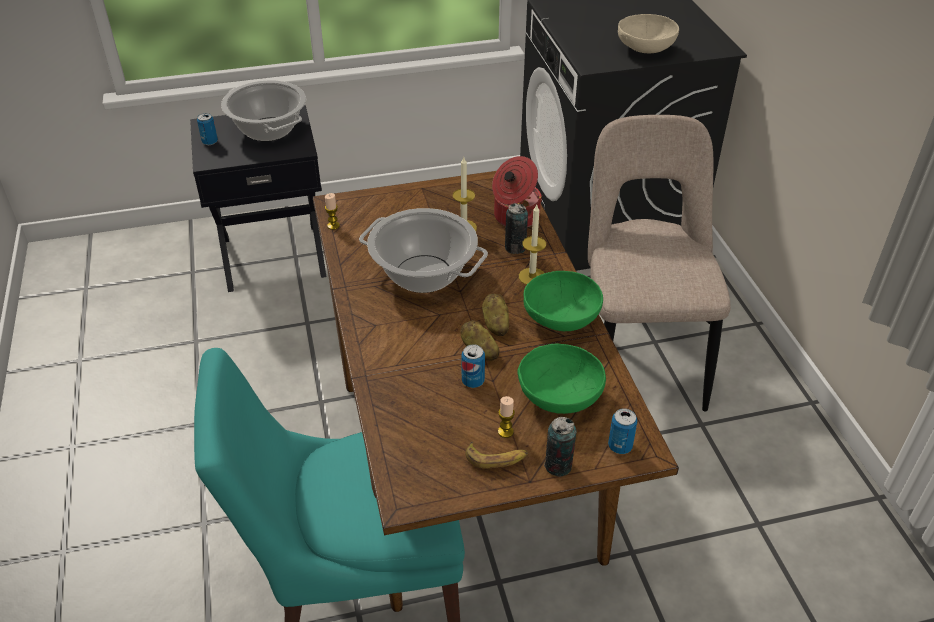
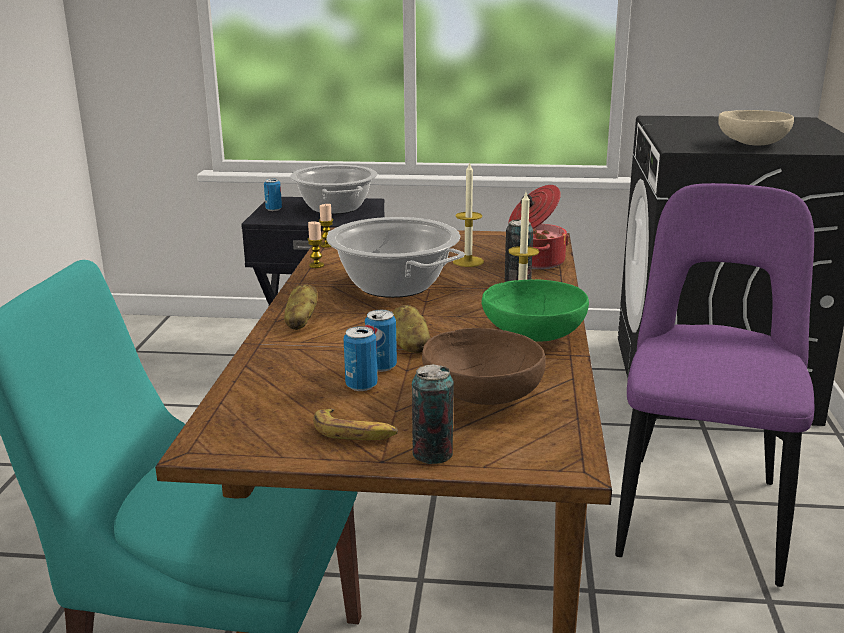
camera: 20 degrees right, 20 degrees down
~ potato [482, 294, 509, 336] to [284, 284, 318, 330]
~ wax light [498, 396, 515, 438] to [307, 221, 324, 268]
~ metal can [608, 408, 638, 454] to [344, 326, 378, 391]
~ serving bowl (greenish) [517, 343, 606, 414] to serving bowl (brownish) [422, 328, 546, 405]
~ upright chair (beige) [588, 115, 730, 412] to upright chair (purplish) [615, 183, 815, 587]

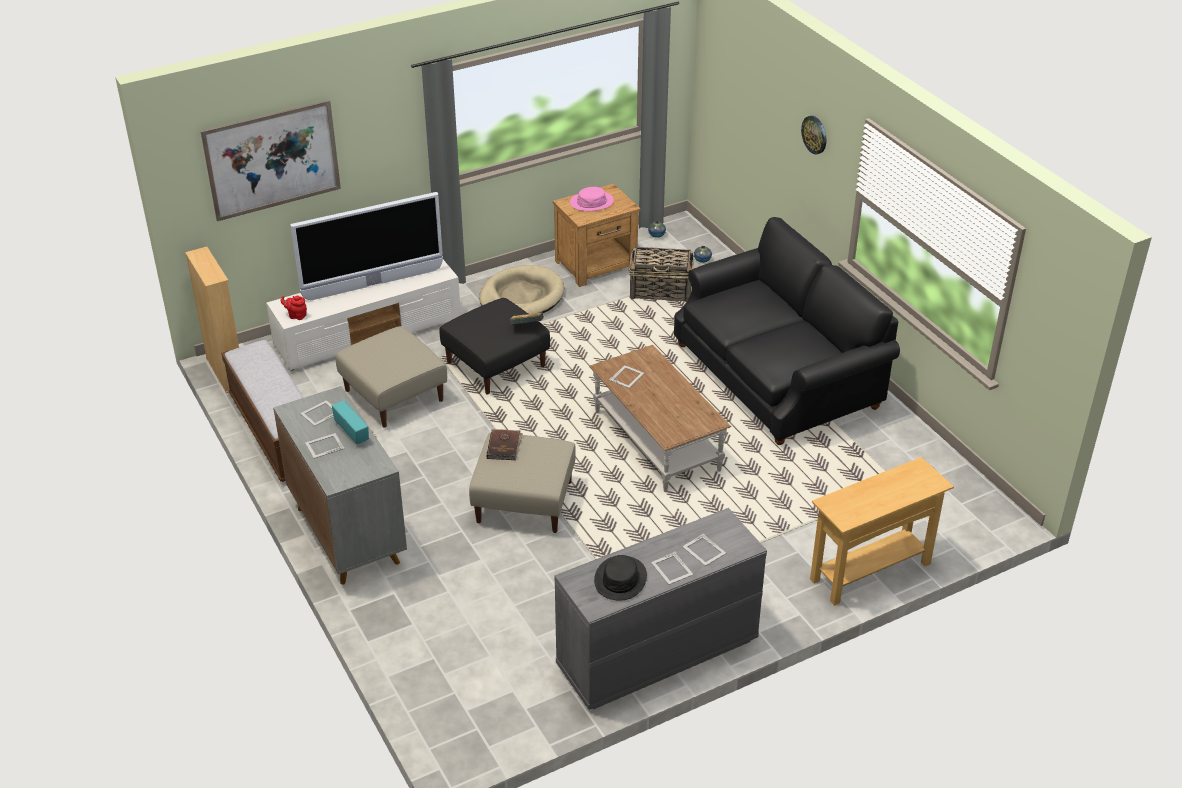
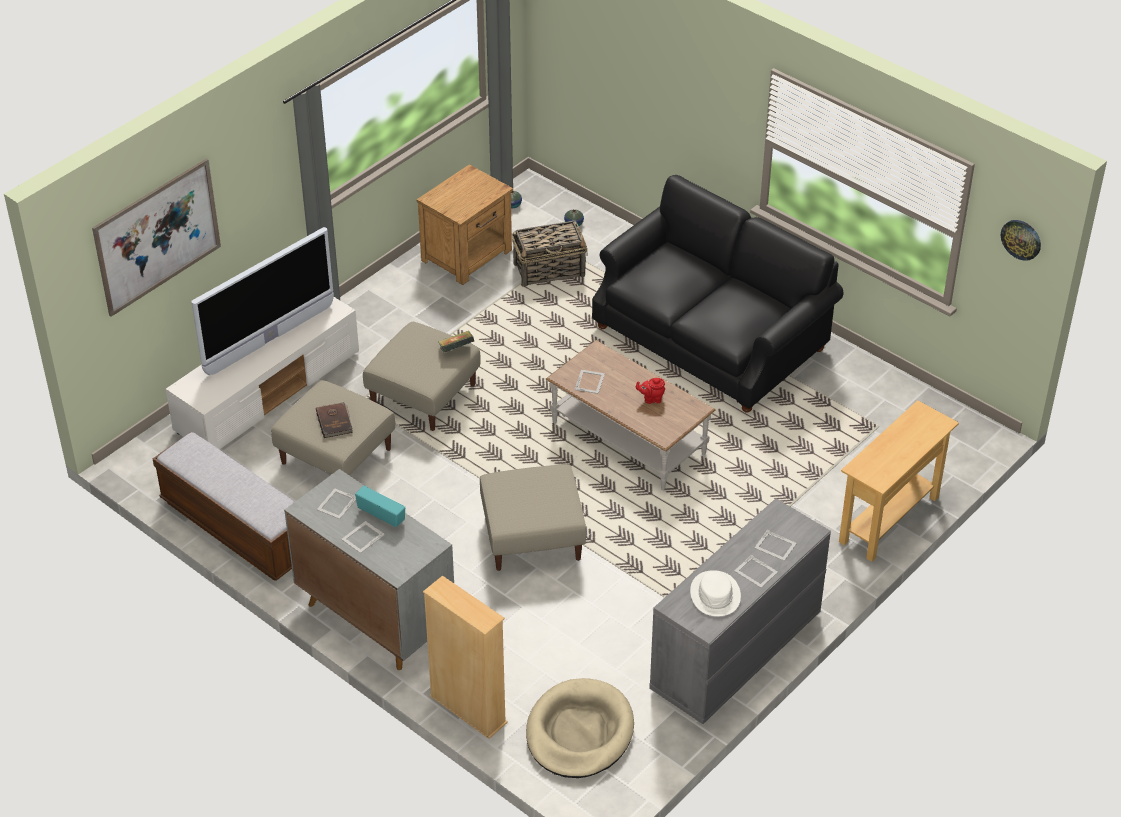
camera: 20 degrees left, 5 degrees up
~ volume (brownish) [486, 429, 523, 460] to [316, 402, 353, 438]
~ ottoman (black) [439, 298, 550, 395] to ottoman (beige) [363, 322, 481, 431]
~ bookshelf (beige) [185, 247, 239, 394] to [423, 576, 508, 739]
~ dog cushion (beige) [479, 265, 564, 314] to [526, 678, 634, 778]
~ pot for tea (reddish) [281, 296, 307, 320] to [636, 378, 665, 404]
~ wearable hat (black) [594, 555, 647, 601] to wearable hat (white-coloured) [690, 570, 741, 617]
~ wall clock [801, 116, 826, 155] to [1001, 220, 1041, 261]
- wearable hat (pink) [570, 187, 614, 211]

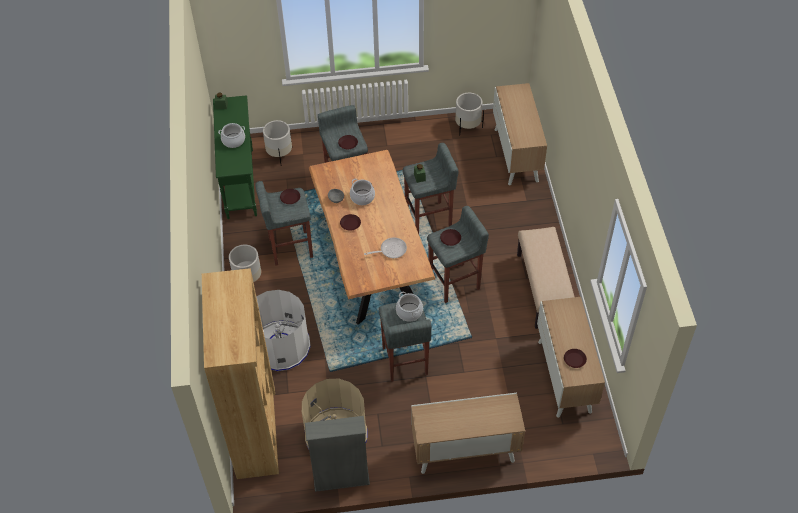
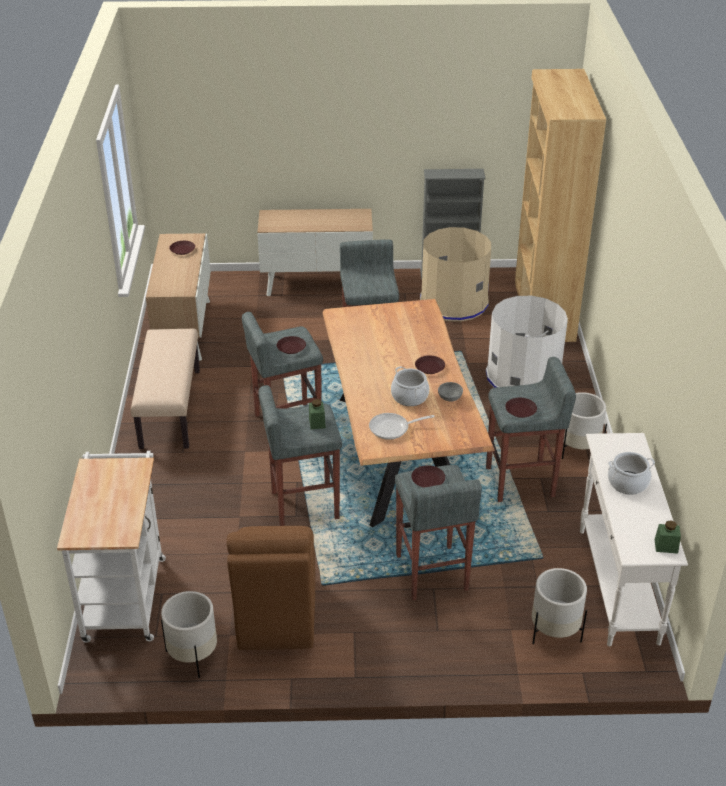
camera: 175 degrees left, 15 degrees down
~ cupboard [493, 83, 547, 185] to wheeled cart (white-coloured) [57, 451, 166, 643]
+ upright chair (brownish) [227, 526, 315, 650]
~ pan [364, 238, 407, 258] to [369, 413, 435, 440]
~ narrow table (greenish) [213, 95, 257, 219] to narrow table (white-coloured) [580, 433, 688, 646]
- stockpot [396, 291, 423, 322]

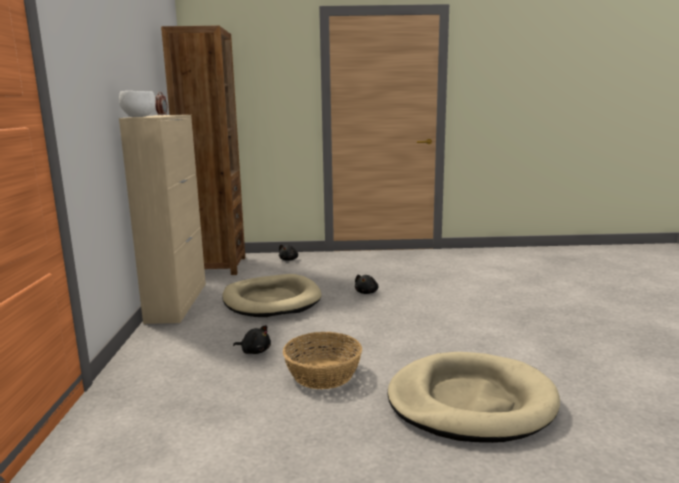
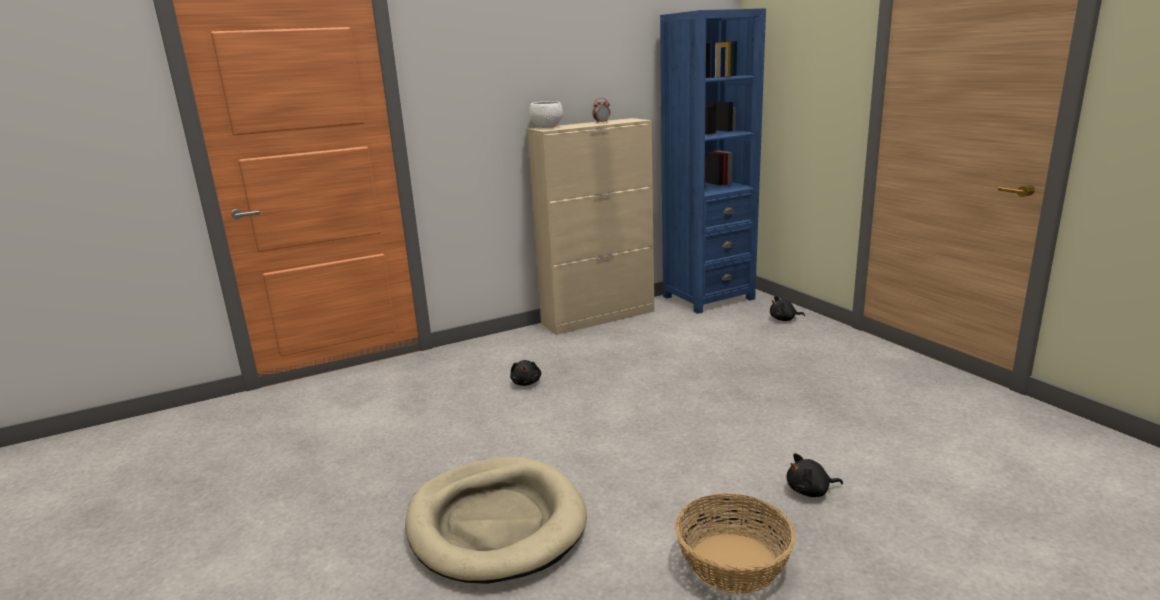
camera: 65 degrees right, 5 degrees up
~ bookshelf (brownish) [161, 26, 245, 275] to bookshelf (blue-coloured) [660, 8, 766, 314]
~ basket [283, 332, 362, 389] to [675, 493, 795, 594]
~ plush toy (black) [355, 275, 379, 294] to [787, 453, 843, 497]
- dog cushion (beige) [222, 274, 322, 317]

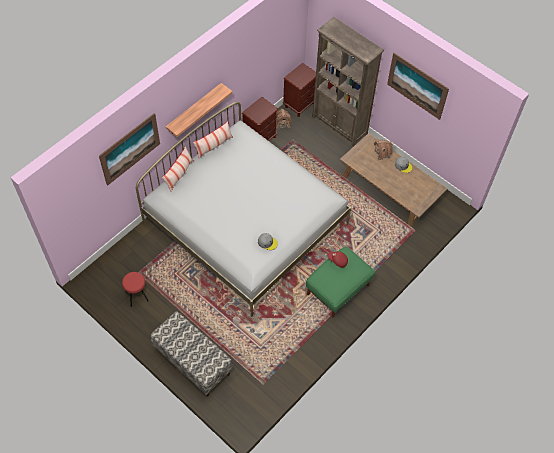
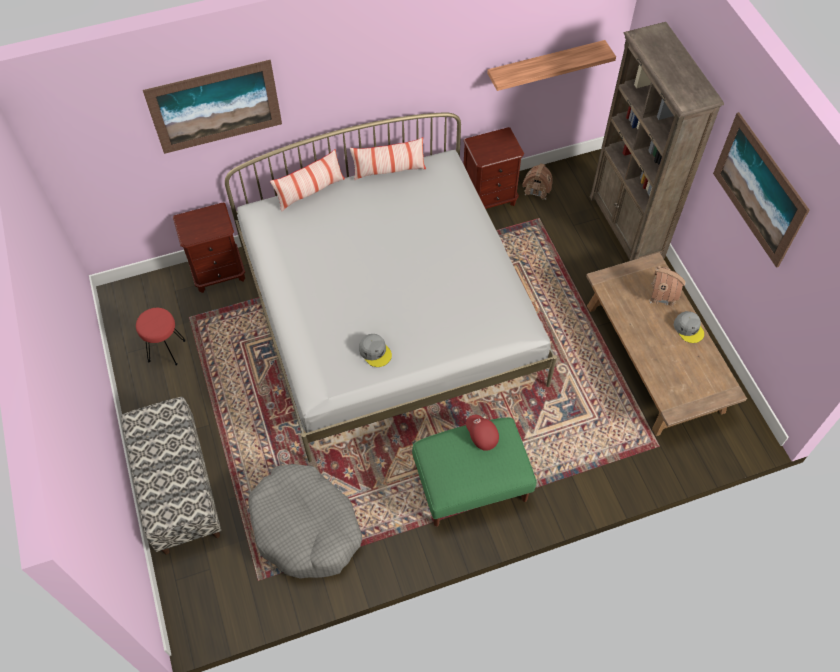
camera: 30 degrees right, 0 degrees up
~ bedside table (brownish) [283, 63, 316, 117] to [173, 202, 245, 293]
+ dog cushion (gray) [248, 464, 362, 579]
~ wall shelf [166, 83, 233, 137] to [487, 40, 616, 91]

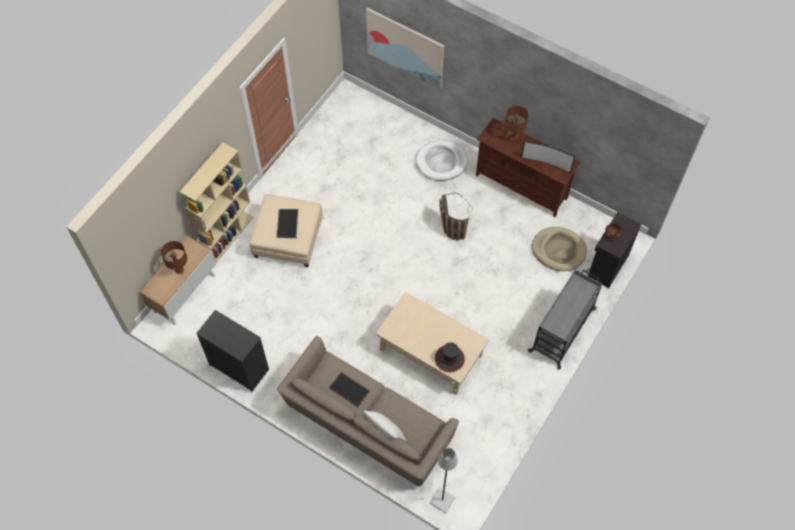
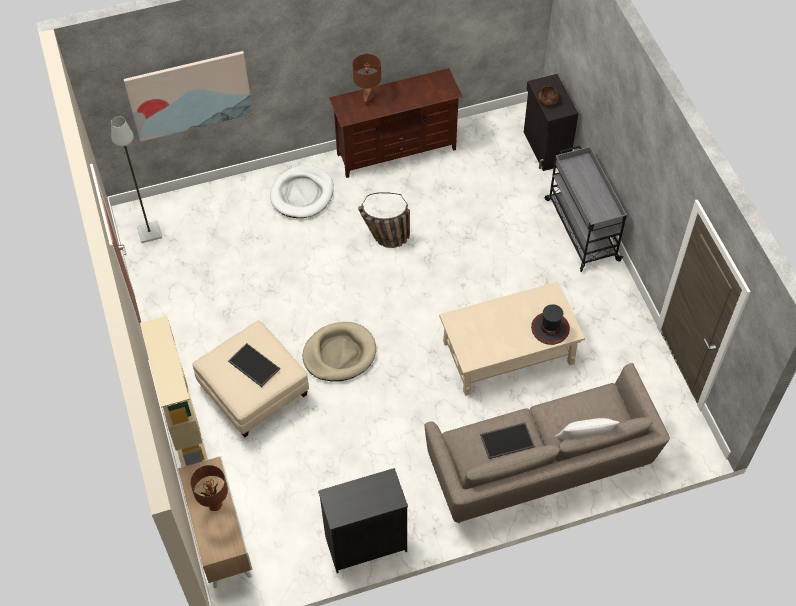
camera: 50 degrees left, 5 degrees down
~ floor lamp (gray) [430, 448, 458, 513] to [111, 117, 162, 243]
~ dog cushion (beige) [532, 227, 587, 271] to [303, 322, 376, 382]
- TV set [521, 141, 575, 173]

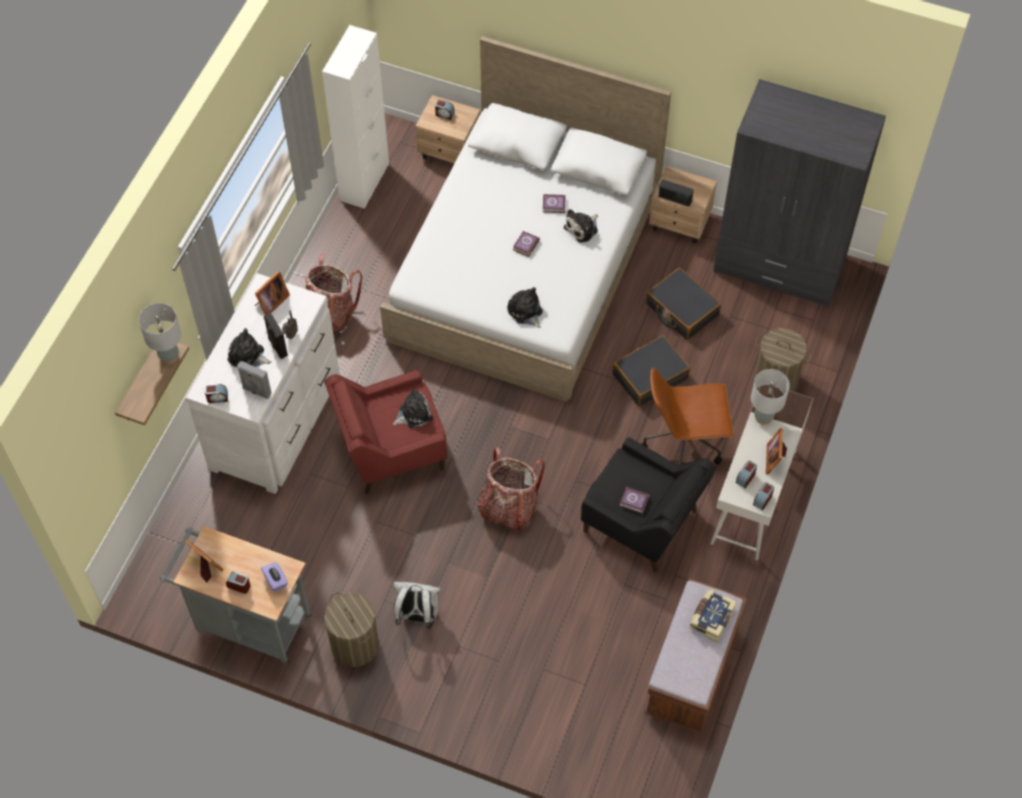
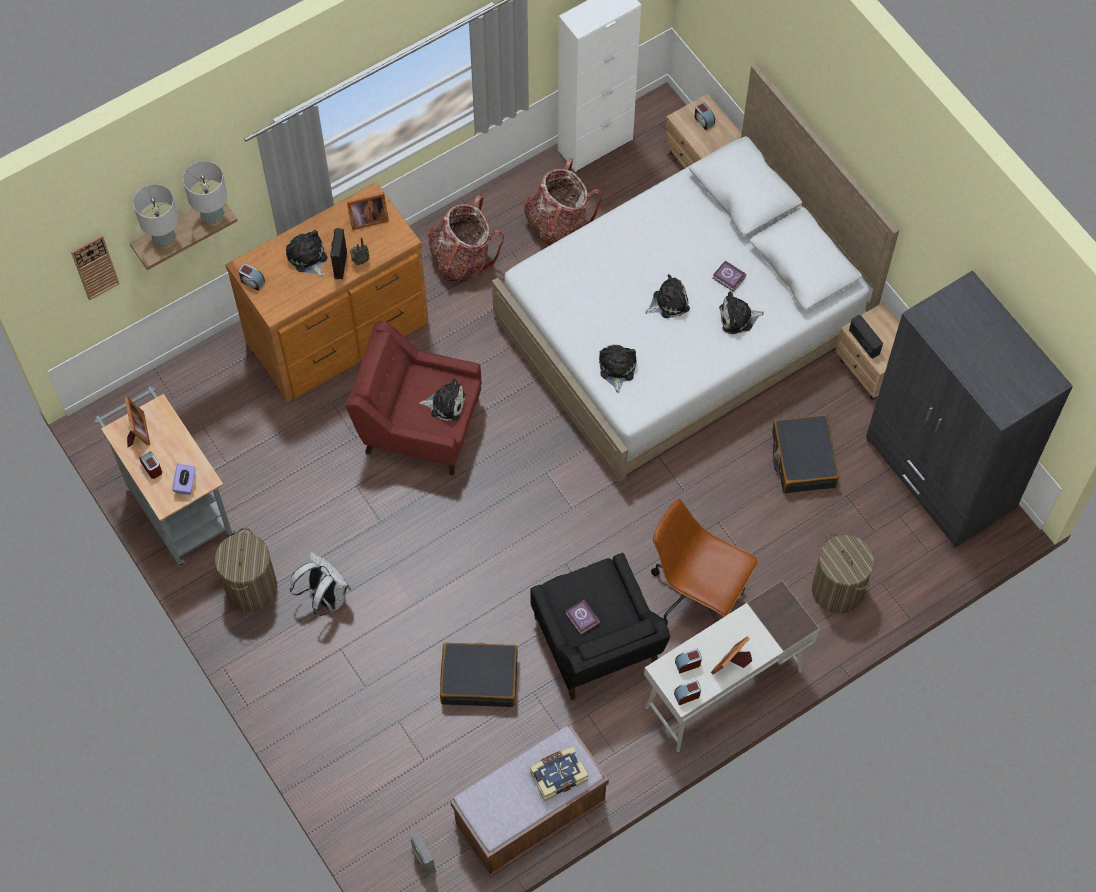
camera: 35 degrees right, 5 degrees up
+ wall clock [71, 234, 119, 300]
~ tabletop lamp (gray) [751, 369, 790, 425] to [133, 184, 178, 249]
~ drawer chest (white-coloured) [185, 273, 340, 494] to drawer chest (brownish) [226, 182, 428, 402]
~ audio speaker (gray) [237, 361, 271, 399] to [410, 831, 436, 876]
~ piece of luggage (black) [612, 335, 690, 407] to [440, 643, 518, 707]
~ rucksack [477, 447, 545, 530] to [524, 158, 602, 246]
~ volume [513, 231, 540, 257] to plush toy [645, 274, 690, 318]

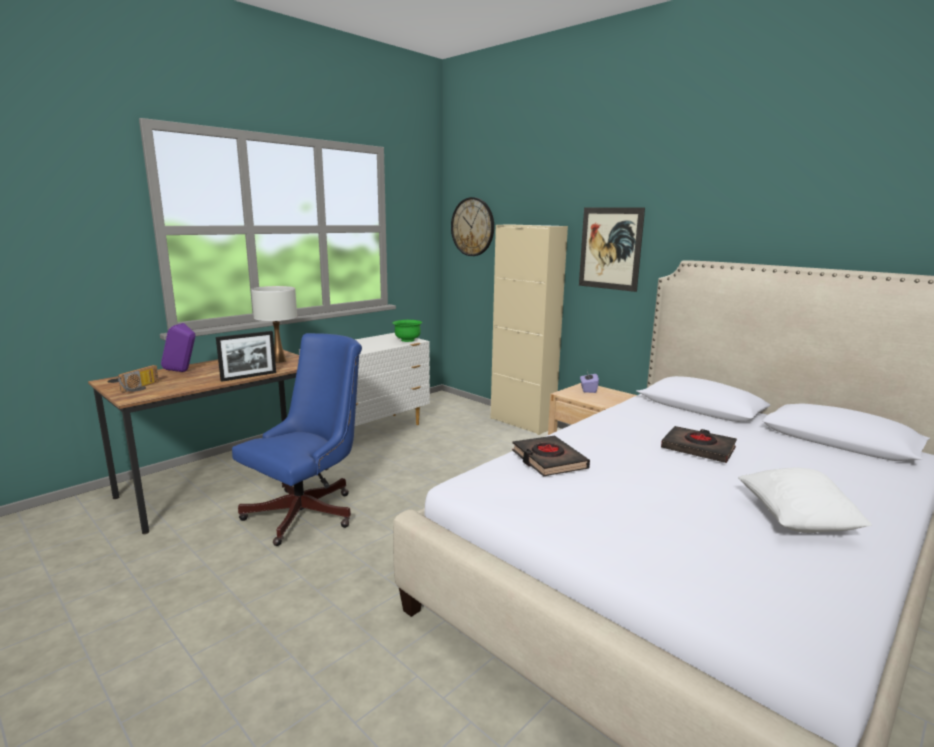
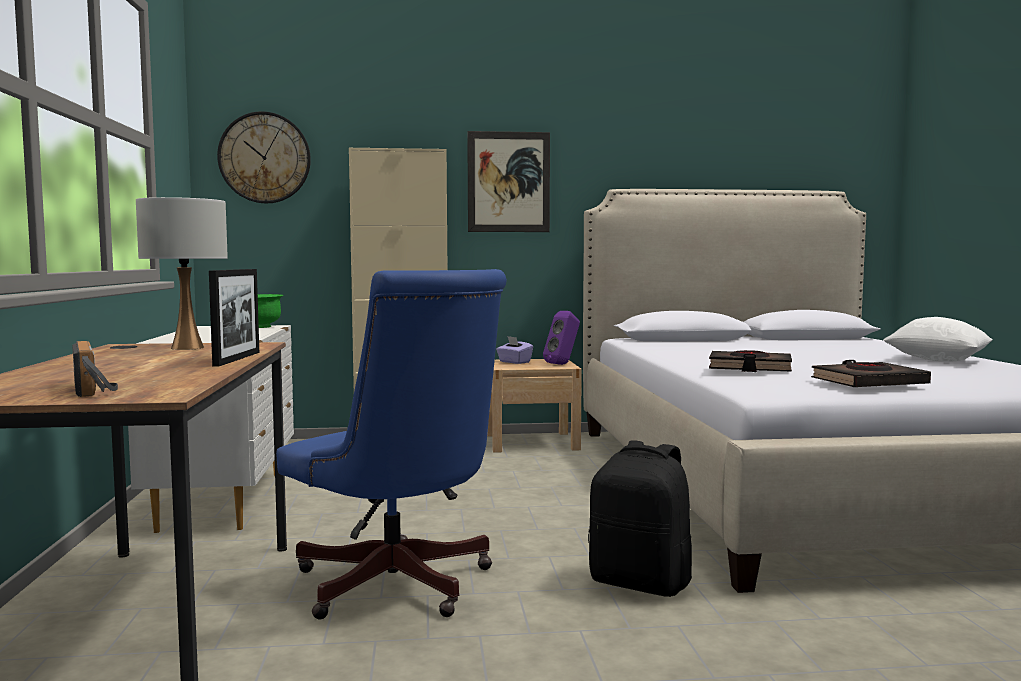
camera: 50 degrees left, 10 degrees down
~ office chair (blue-coloured) [232, 333, 362, 546] = [276, 269, 507, 620] 150 degrees clockwise
~ audio speaker (purplish) [161, 323, 196, 372] to [543, 311, 580, 365]
+ rucksack (black) [588, 440, 692, 597]
~ volume (black) [661, 426, 737, 463] to [811, 360, 931, 387]

